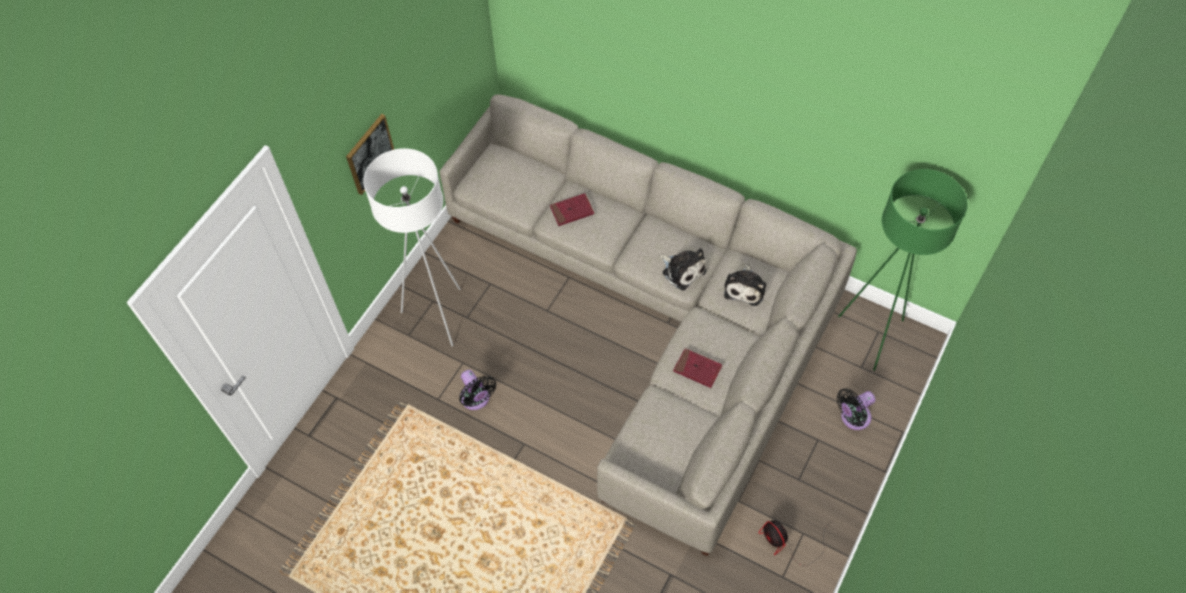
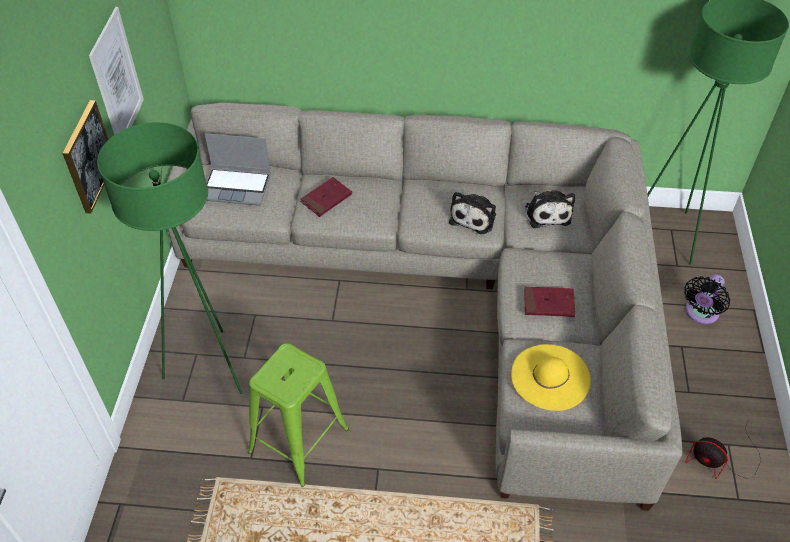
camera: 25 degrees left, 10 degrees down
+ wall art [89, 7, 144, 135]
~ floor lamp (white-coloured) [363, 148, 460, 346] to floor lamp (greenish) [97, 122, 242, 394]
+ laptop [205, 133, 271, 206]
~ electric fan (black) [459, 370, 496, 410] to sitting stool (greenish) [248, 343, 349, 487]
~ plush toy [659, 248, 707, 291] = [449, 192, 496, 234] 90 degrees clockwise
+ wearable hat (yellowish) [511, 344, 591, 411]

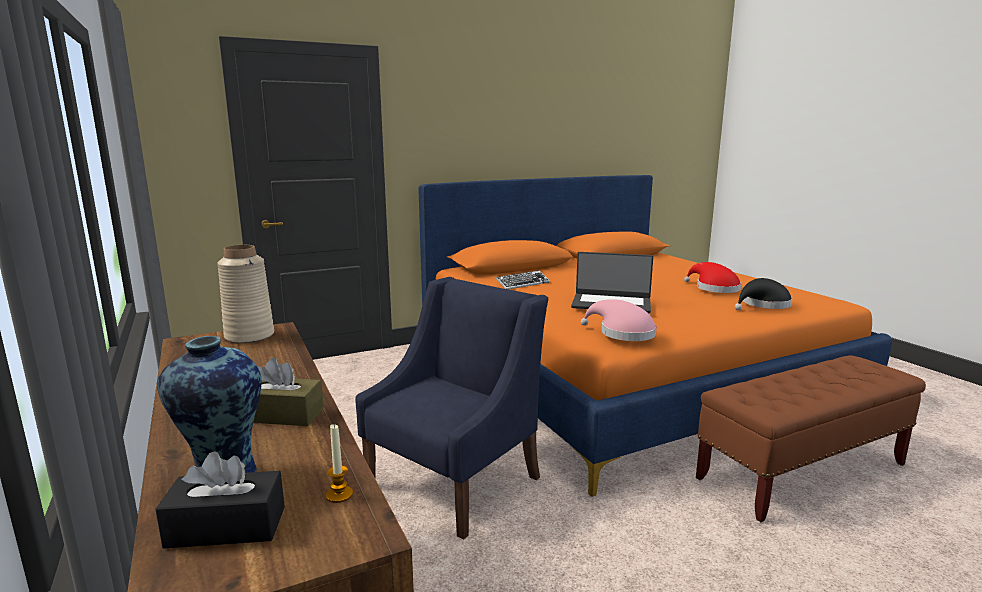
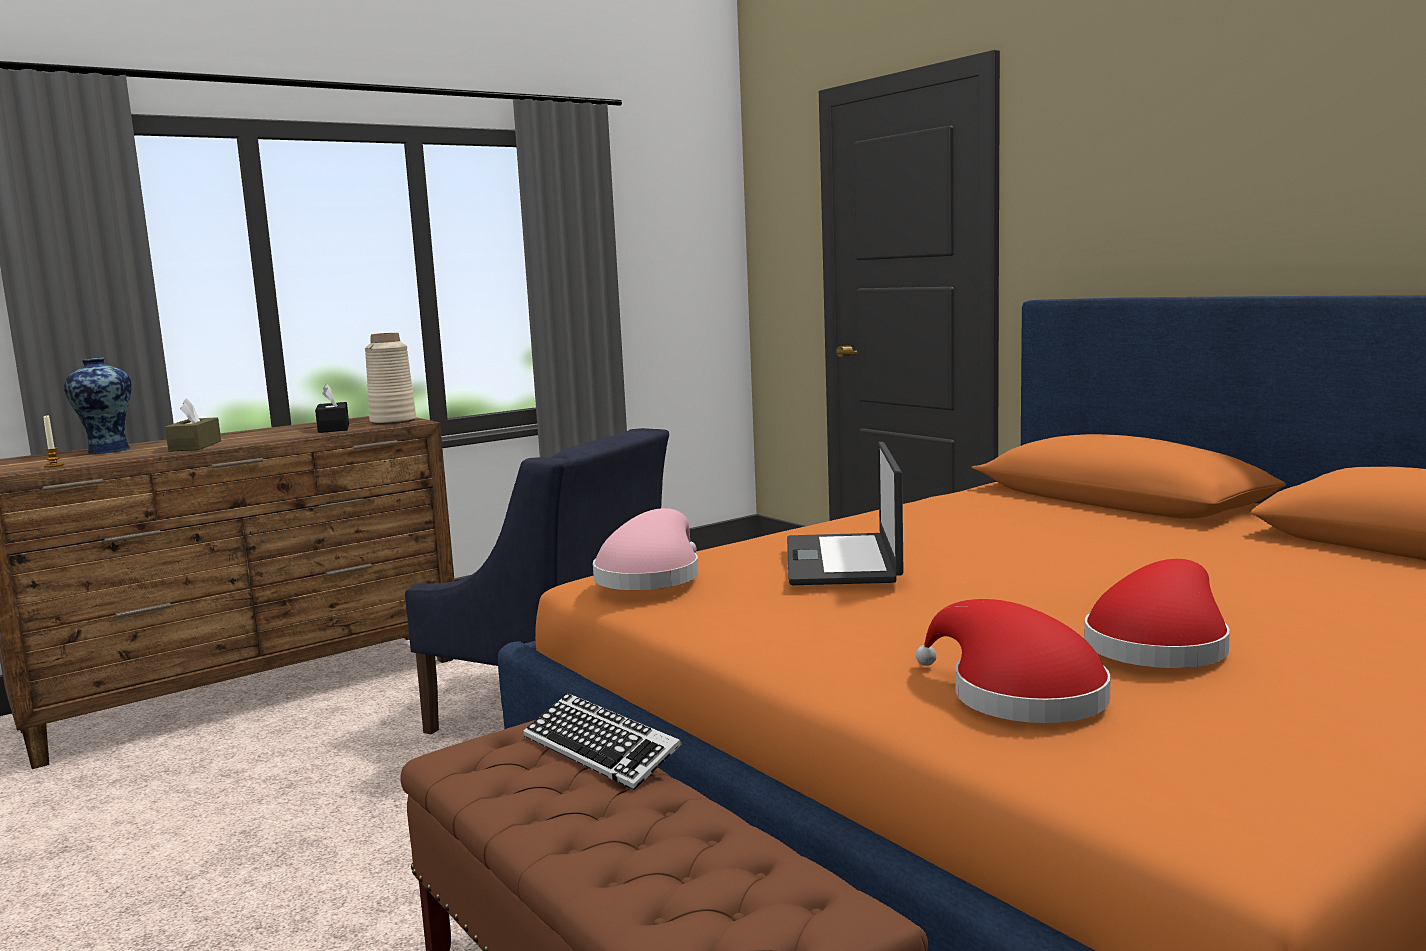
camera: 80 degrees right, 5 degrees down
~ tissue box (black) [155, 451, 285, 549] to [315, 384, 349, 433]
~ PC keyboard [496, 270, 550, 289] to [523, 693, 682, 790]
~ wearable hat (black) [735, 278, 792, 310] to wearable hat (reddish) [916, 599, 1111, 723]

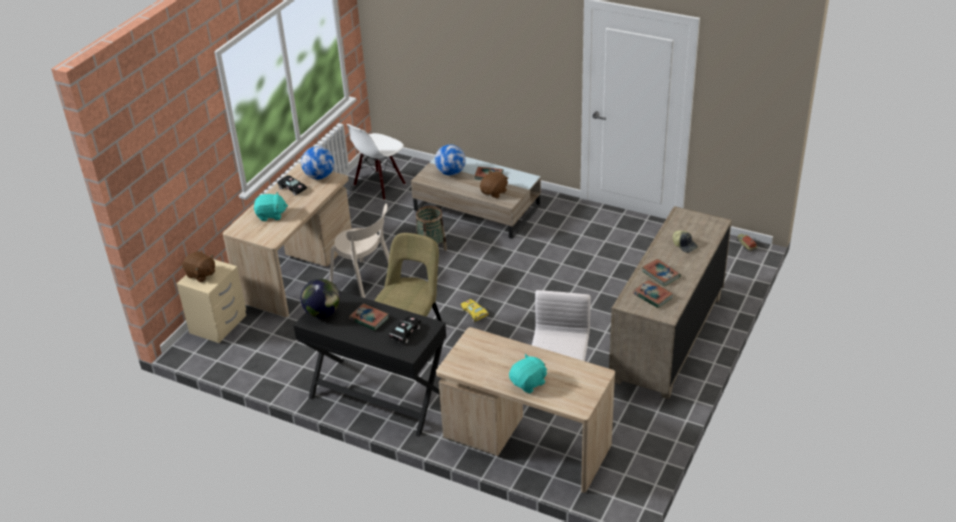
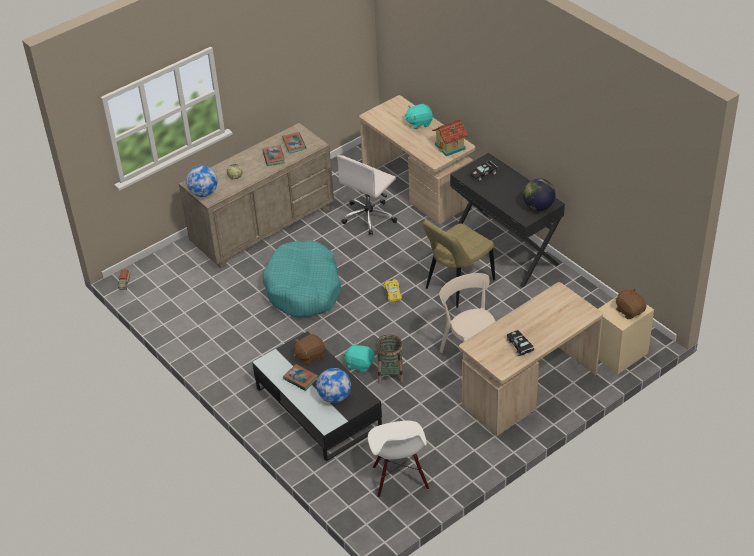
camera: 155 degrees left, 5 degrees up
~ desk globe [301, 146, 334, 179] to [186, 166, 218, 197]
~ coffee table (beige) [411, 157, 541, 239] to coffee table (black) [252, 331, 382, 461]
+ dog cushion (turquoise-coloured) [263, 240, 341, 317]
~ plush toy (turquoise-coloured) [254, 192, 288, 221] to [343, 342, 375, 372]
~ upright chair (white-coloured) [346, 124, 406, 200] = [368, 421, 429, 498] 105 degrees clockwise
+ miniature house [432, 119, 468, 156]
- volume [349, 303, 389, 331]

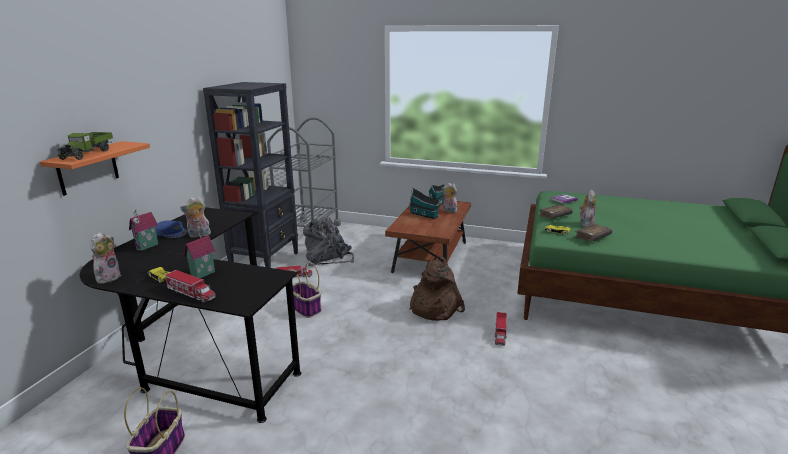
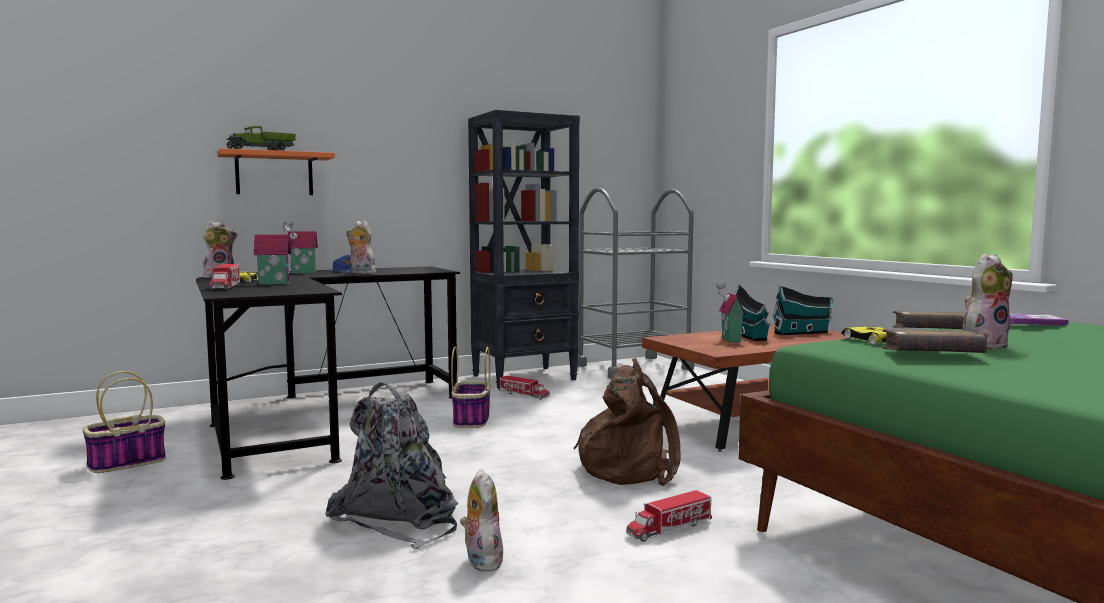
camera: 45 degrees right, 15 degrees down
~ rucksack (gray) [303, 214, 354, 266] to [325, 382, 458, 549]
~ plush toy [442, 183, 459, 213] to [460, 469, 503, 572]
+ miniature house [716, 281, 746, 343]

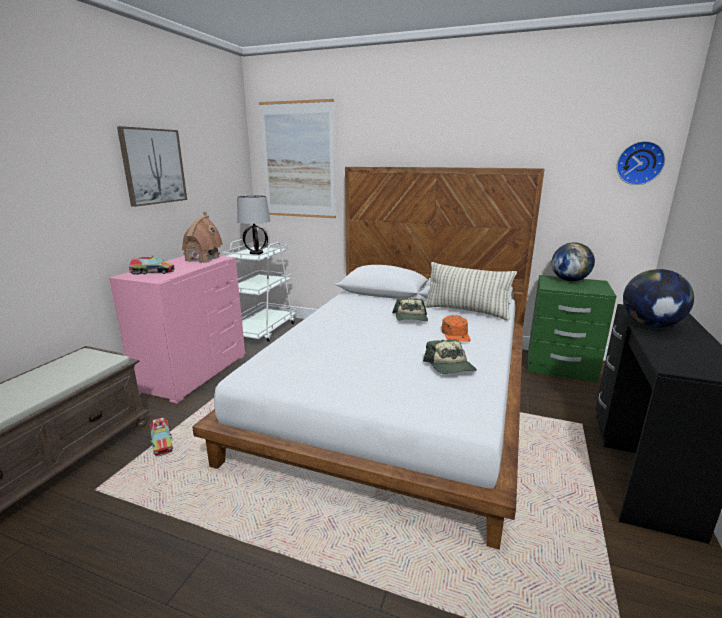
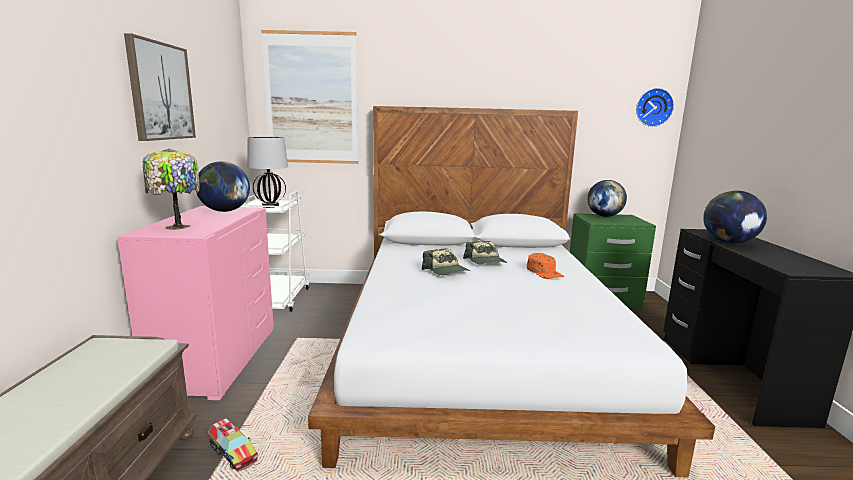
camera: 20 degrees left, 5 degrees down
~ model truck [129, 256, 175, 275] to tabletop lamp [143, 149, 200, 230]
~ miniature house [182, 212, 223, 263] to desk globe [197, 161, 250, 212]
~ baseball cap [423, 339, 477, 374] to [421, 248, 470, 275]
- cushion [424, 262, 517, 320]

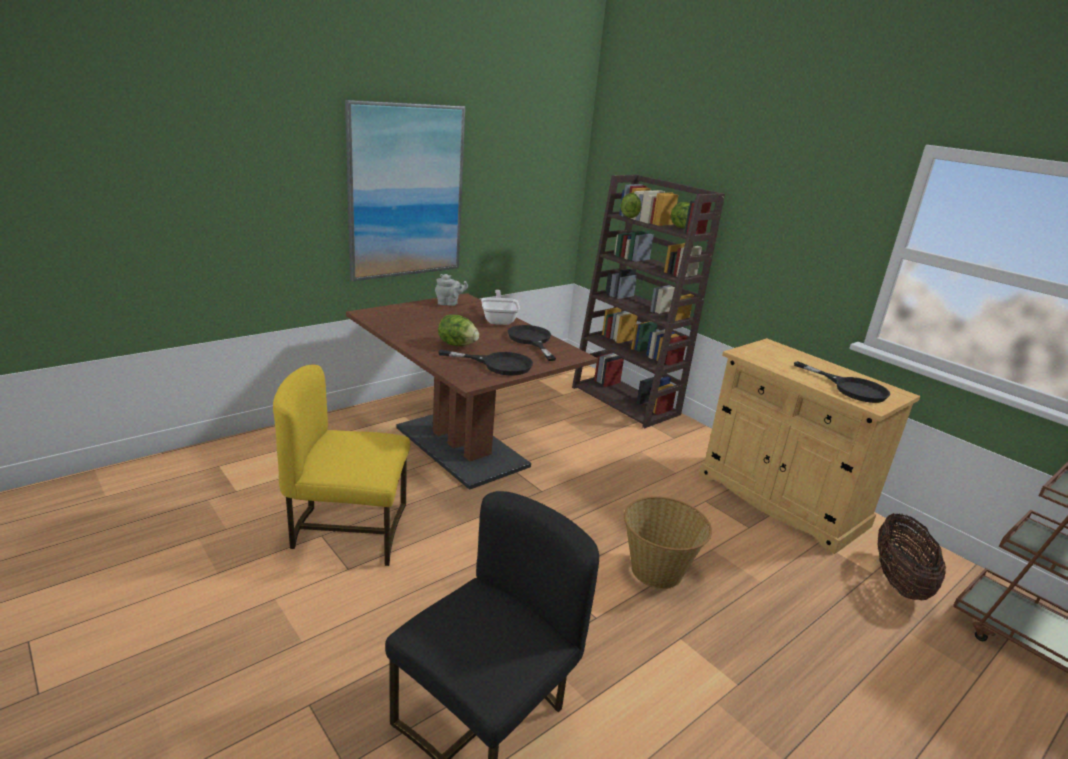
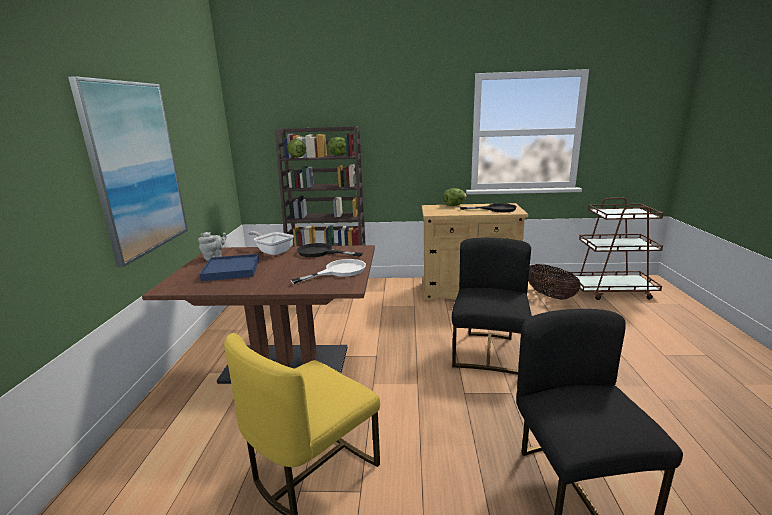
camera: 45 degrees left, 5 degrees down
+ tray (blue-coloured) [200, 254, 259, 281]
~ pan (black) [438, 350, 533, 376] to pan (white-coloured) [290, 259, 366, 284]
~ lettuce [438, 315, 479, 346] to [443, 188, 467, 206]
~ basket [624, 496, 712, 589] to upright chair (black) [452, 238, 532, 375]

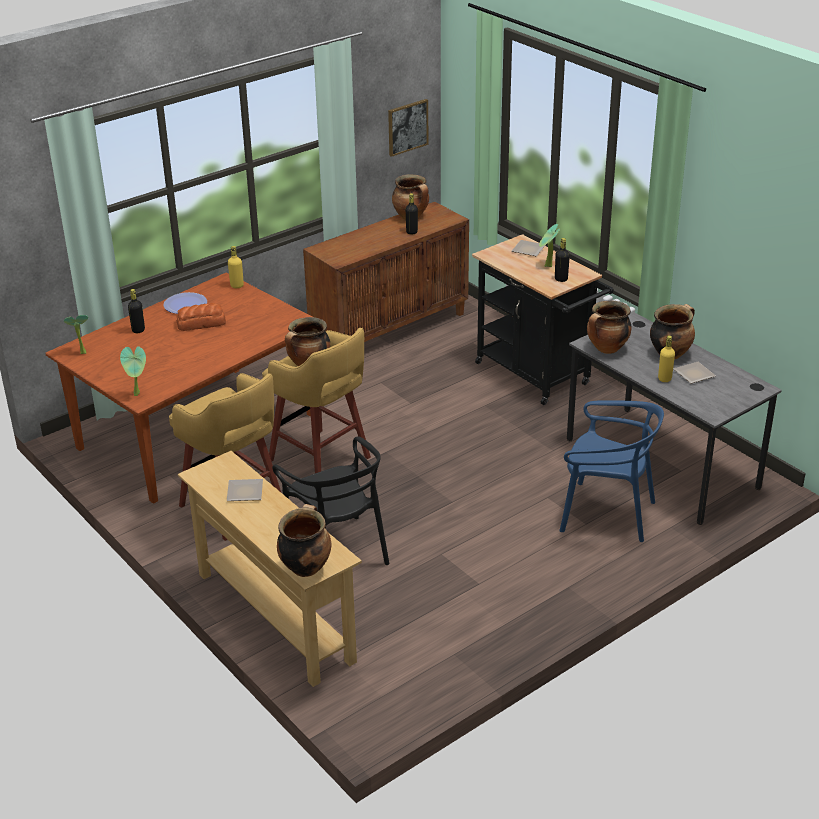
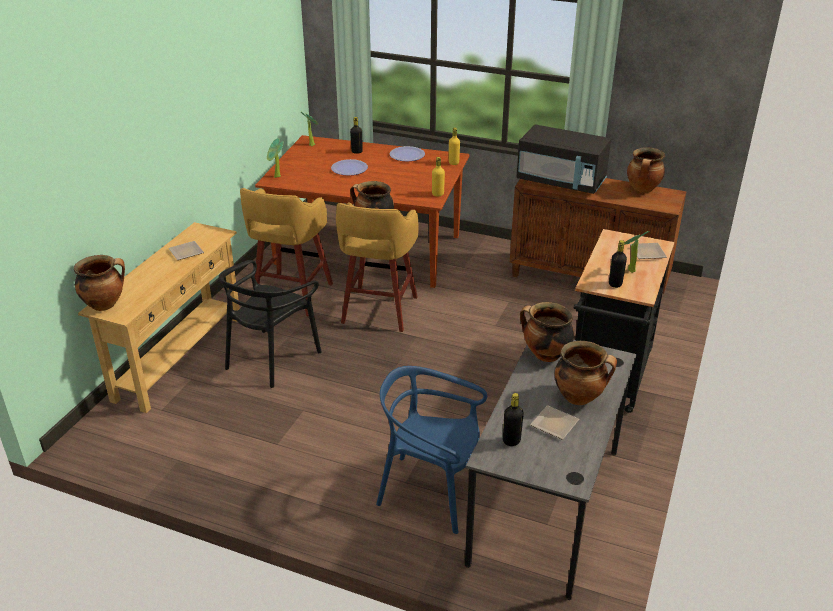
camera: 60 degrees right, 0 degrees up
+ dinner plate [331, 159, 368, 175]
~ upright chair (blue-coloured) [559, 400, 664, 542] = [376, 366, 487, 534] 120 degrees clockwise
~ bottle (yellowish) [658, 335, 675, 382] to [432, 157, 445, 196]
~ bottle (black) [406, 193, 418, 235] to [503, 393, 524, 446]
+ microwave oven (black) [516, 124, 611, 194]
- bakery bread [177, 303, 226, 331]
- wall art [388, 99, 428, 157]

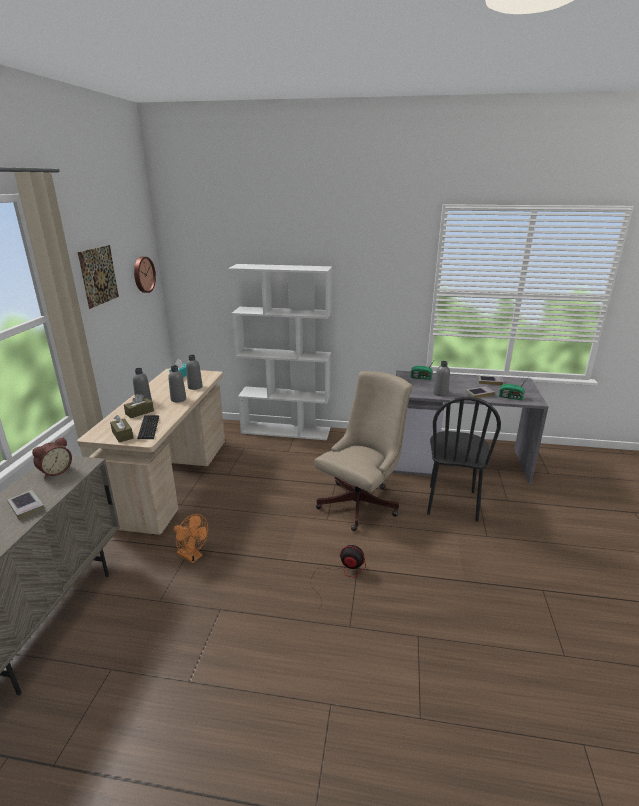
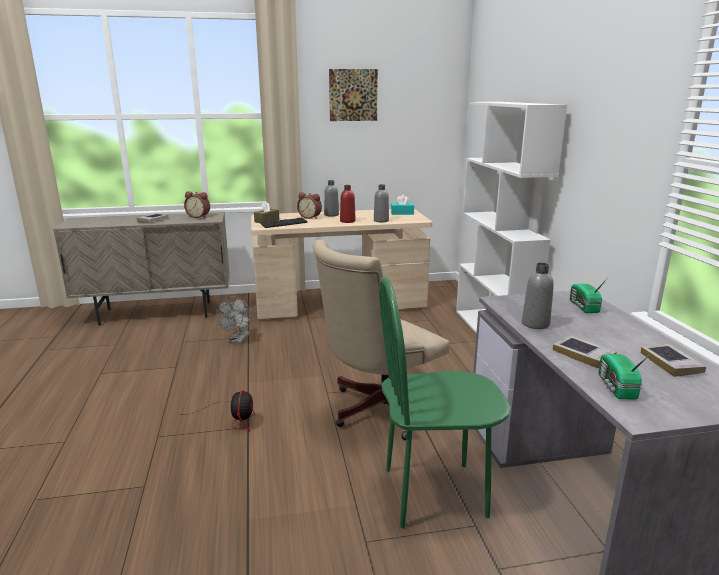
camera: 70 degrees right, 5 degrees down
~ electric fan (orange) [174, 514, 208, 563] to electric fan (gray) [216, 296, 251, 343]
~ tissue box (brownish) [124, 394, 154, 418] to alarm clock [297, 192, 322, 219]
~ office chair (beige) [315, 371, 413, 531] = [312, 240, 449, 440] 120 degrees clockwise
~ bottle (gray) [168, 365, 186, 402] to bottle (reddish) [340, 185, 356, 223]
~ upright chair (black) [427, 397, 501, 522] to upright chair (greenish) [379, 277, 511, 528]
- wall clock [134, 257, 156, 293]

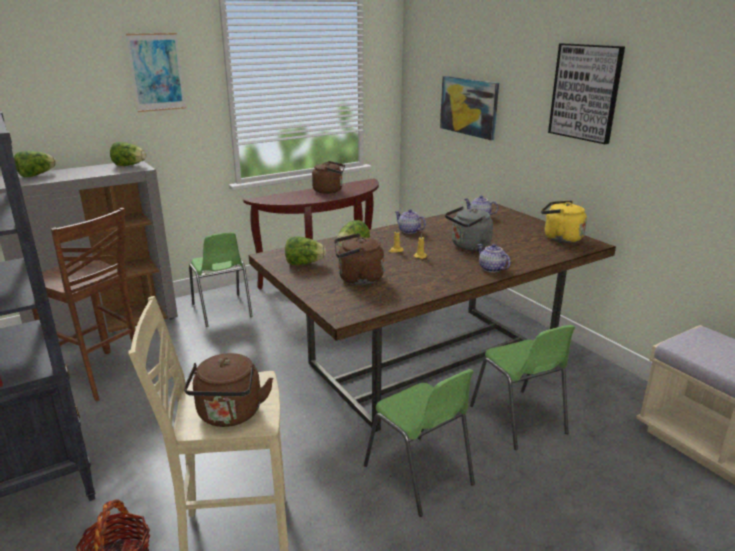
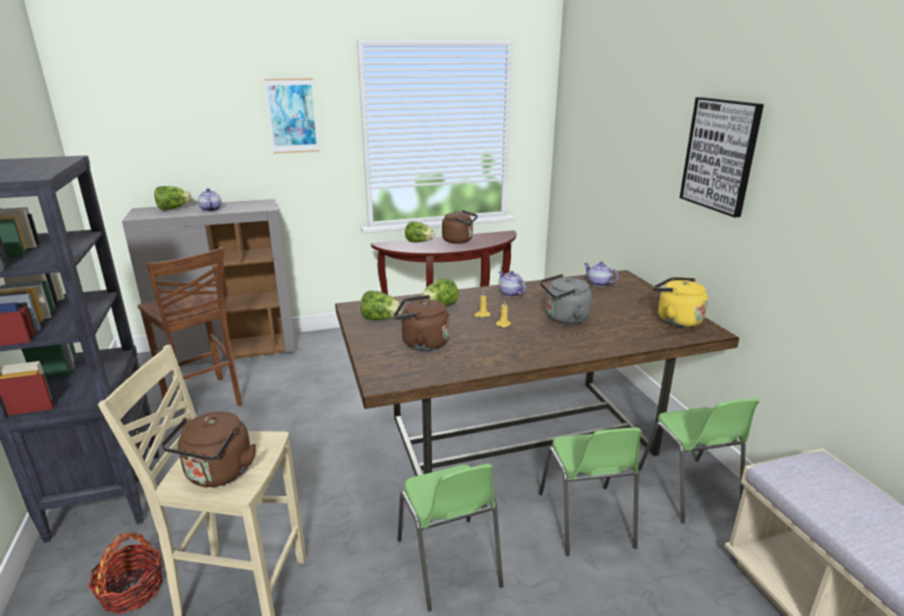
camera: 15 degrees right, 0 degrees up
~ pot for tea [477, 244, 510, 272] to [198, 188, 222, 212]
~ lettuce [110, 142, 146, 166] to [405, 221, 435, 242]
~ upright chair (greenish) [189, 232, 253, 327] to [638, 398, 759, 523]
- wall art [440, 76, 499, 140]

